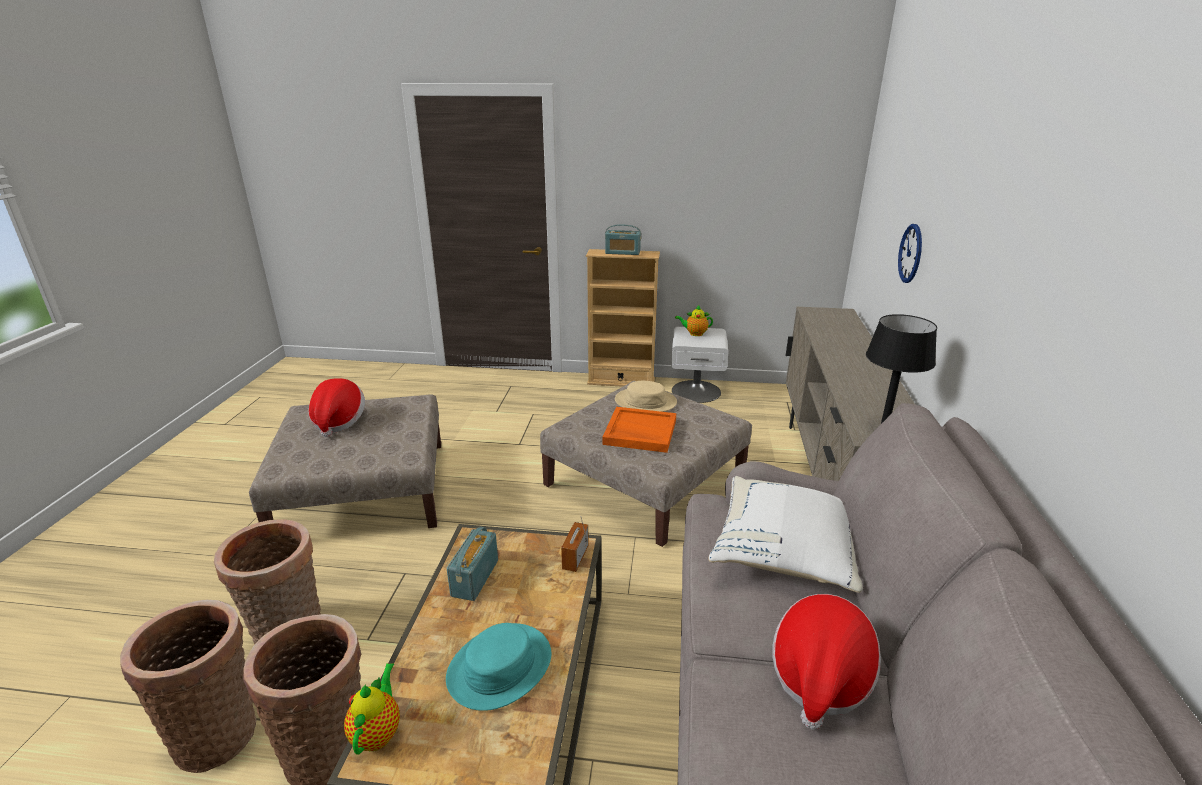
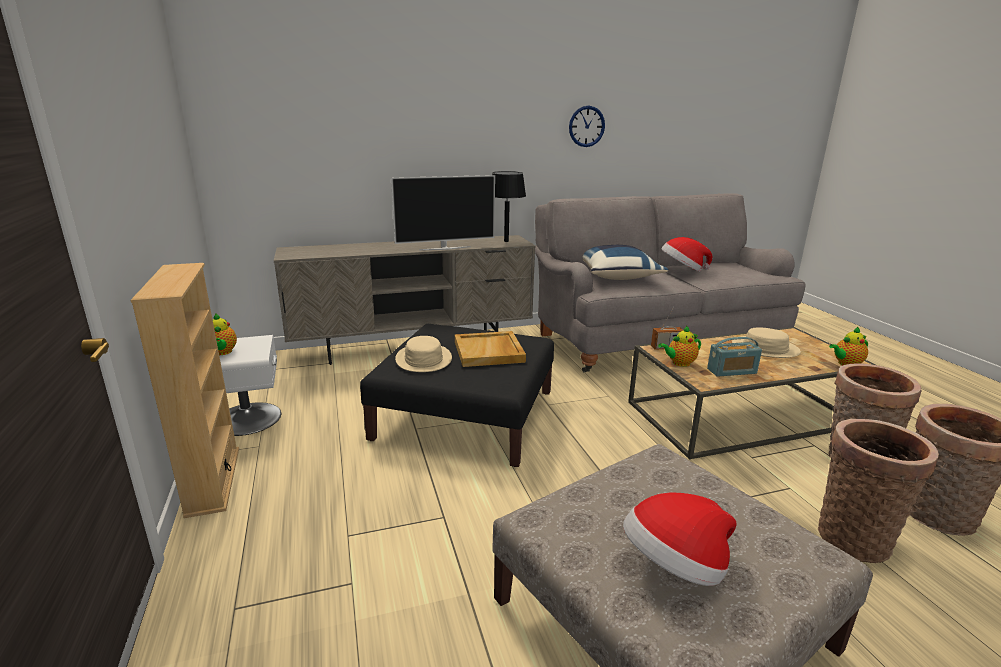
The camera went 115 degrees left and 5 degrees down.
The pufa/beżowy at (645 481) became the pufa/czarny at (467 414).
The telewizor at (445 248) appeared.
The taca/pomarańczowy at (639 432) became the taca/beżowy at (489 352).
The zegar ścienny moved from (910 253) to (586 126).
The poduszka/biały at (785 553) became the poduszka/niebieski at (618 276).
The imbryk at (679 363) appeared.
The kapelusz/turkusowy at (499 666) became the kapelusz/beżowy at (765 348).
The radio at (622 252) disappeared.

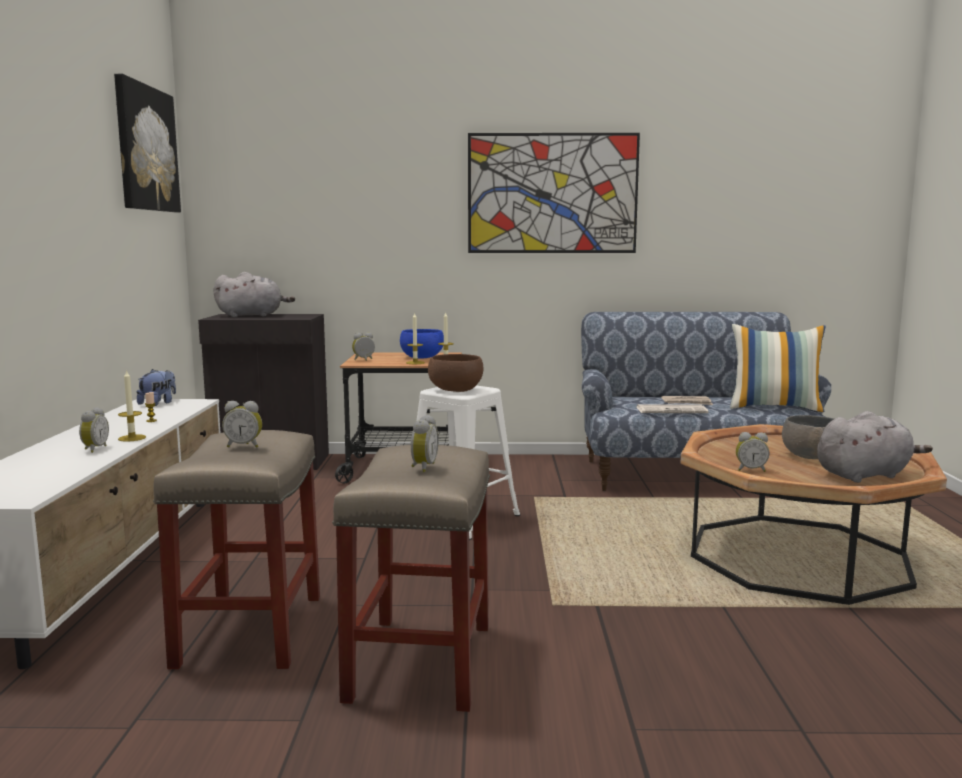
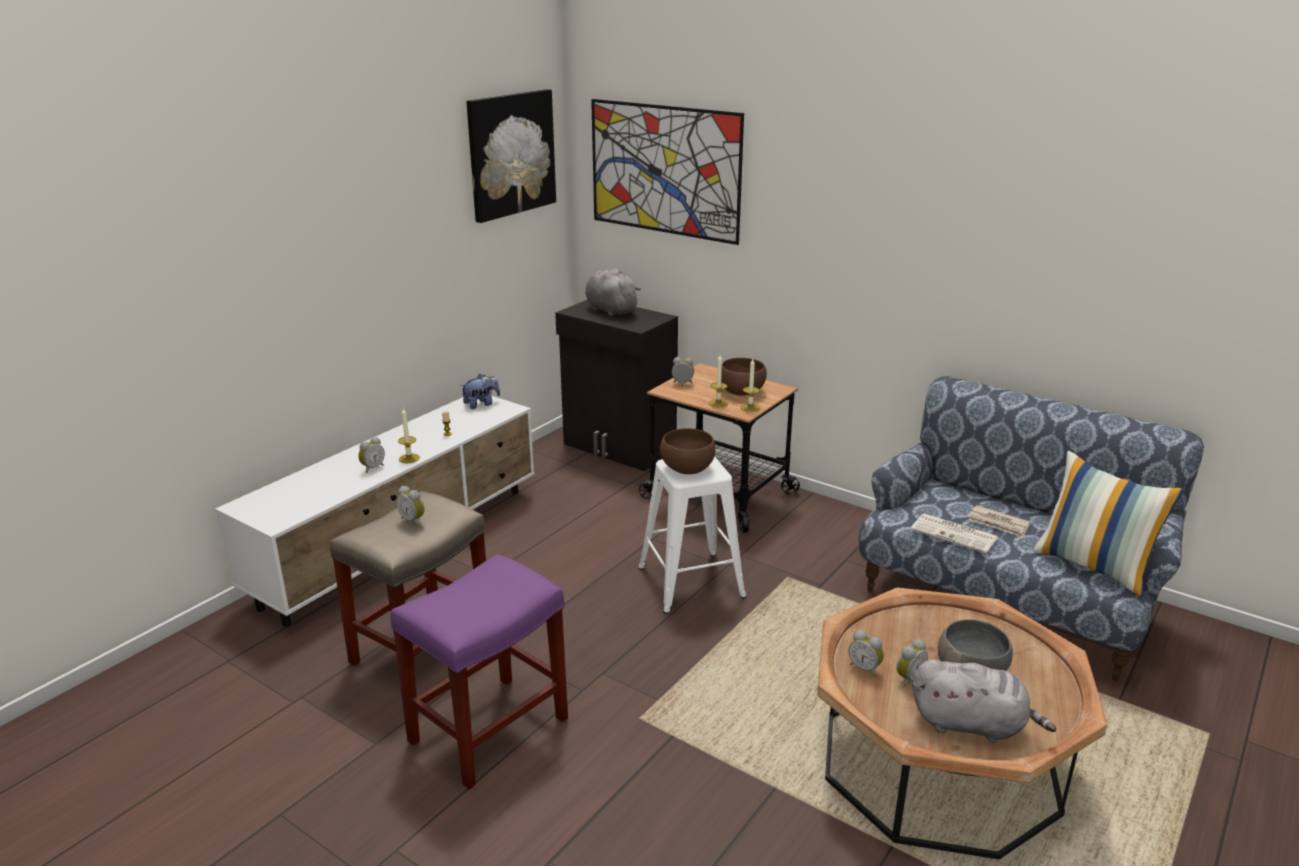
The camera went 35 degrees right and 15 degrees up.
The stołek/beżowy at (420 660) became the stołek/fioletowy at (490 728).
The pluszak/szary at (252 316) turned 150 degrees counterclockwise.
The obraz moved from (552 193) to (664 170).
The miska/niebieski at (422 357) became the miska/brązowy at (741 391).
The budzik moved from (422 467) to (907 678).

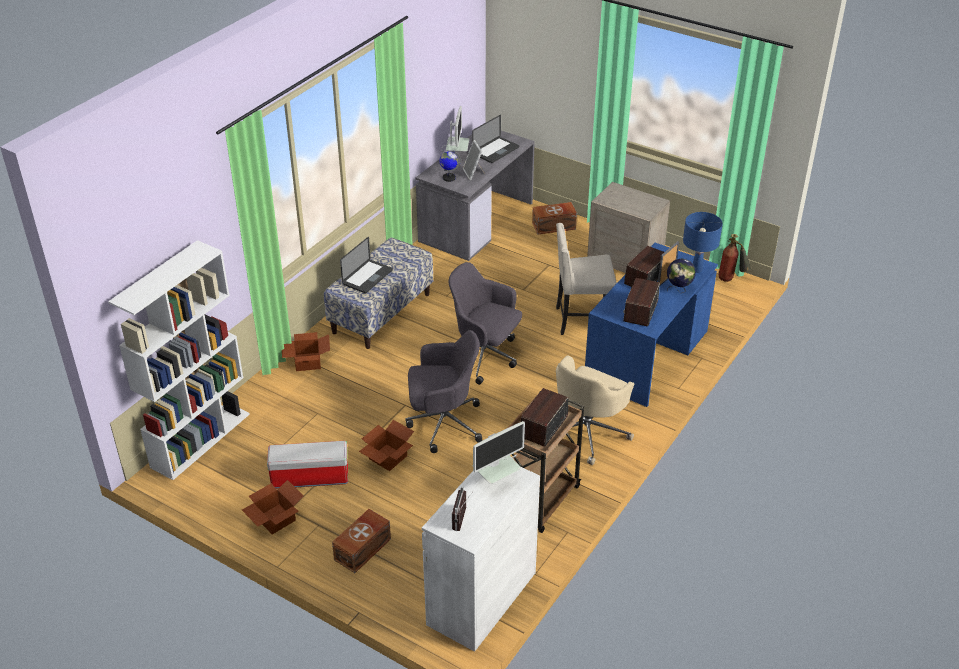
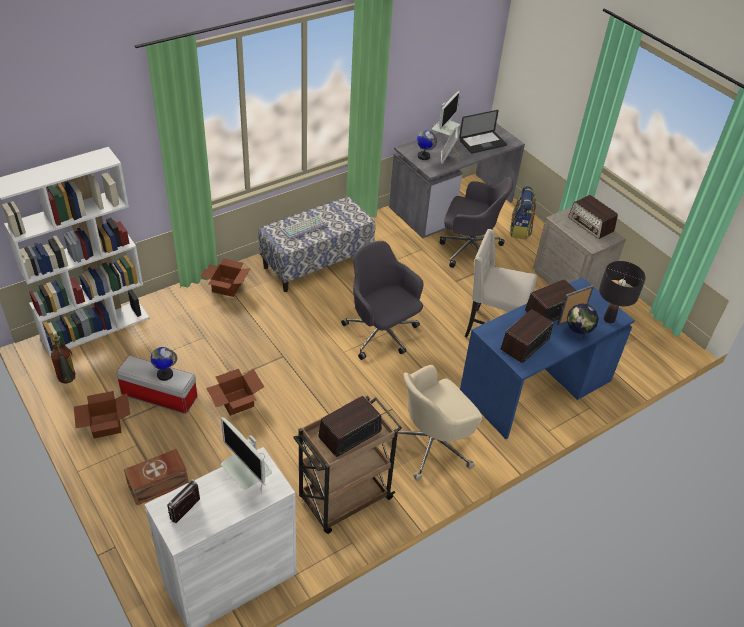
The camera went 20 degrees right and 5 degrees up.
The gaśnica moved from (731 280) to (69 383).
The globus at (165 374) appeared.
The monitor at (496 480) turned 60 degrees clockwise.
The laptop at (367 277) was replaced by the klawiatura at (304 227).
The krzesło biurowe/szary moved from (443 423) to (469 249).
The pojemnik do przechowywania/brązowy at (554 226) was replaced by the plecak at (520 230).
The radio at (591 225) appeared.
The lampa stołowa/niebieski at (697 269) became the lampa stołowa/czarny at (609 319).

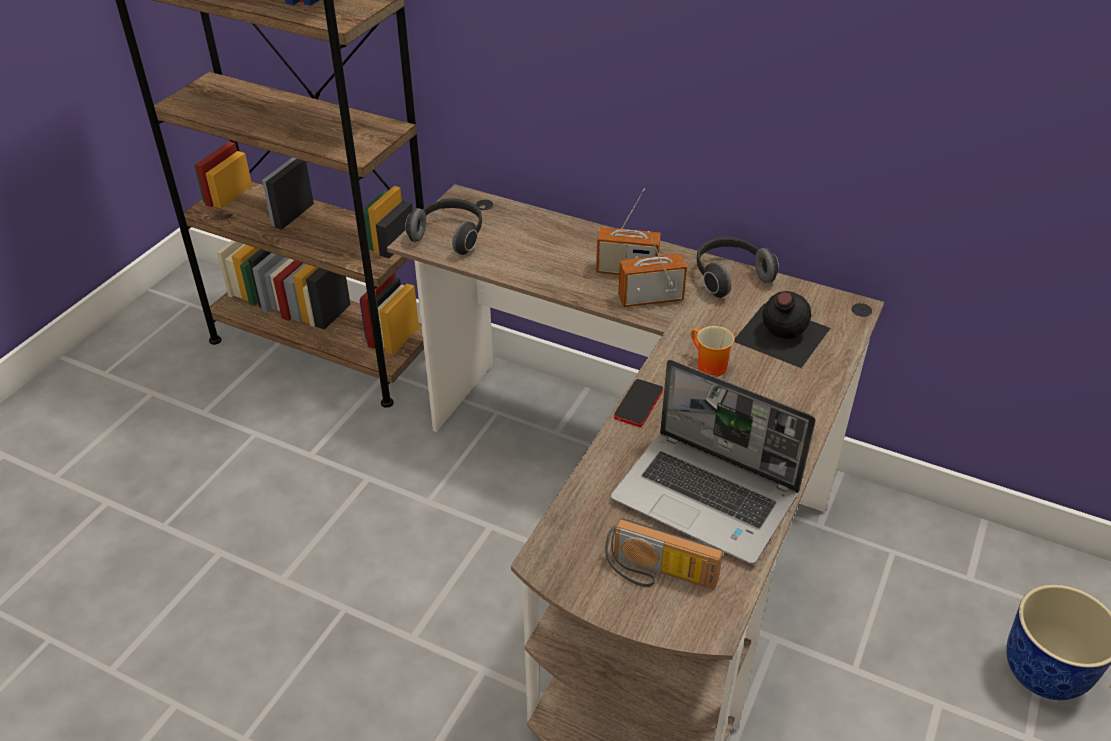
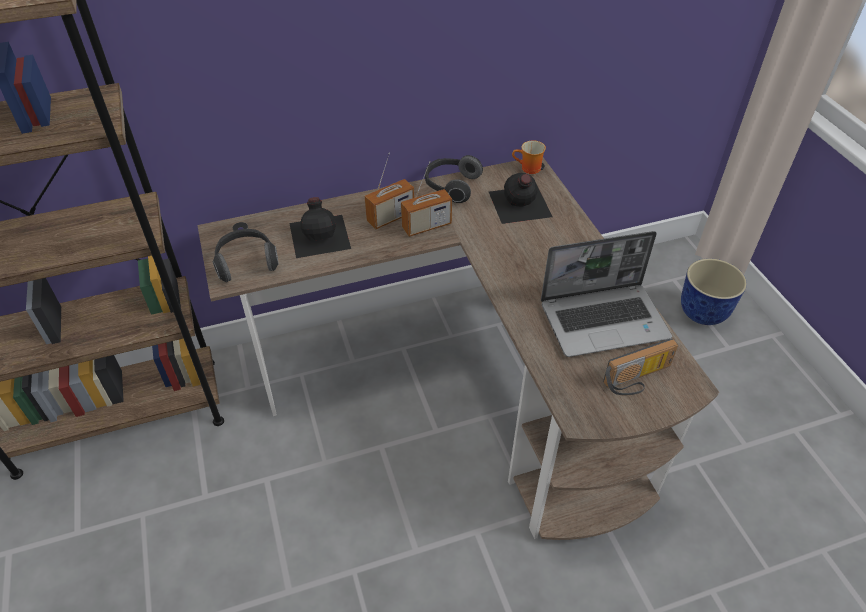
The camera went 45 degrees left and 5 degrees up.
The butelka/czarny at (320 235) appeared.
The radio at (650 298) turned 150 degrees counterclockwise.
The kubek moved from (707 366) to (528 169).
The telefon at (638 404) disappeared.

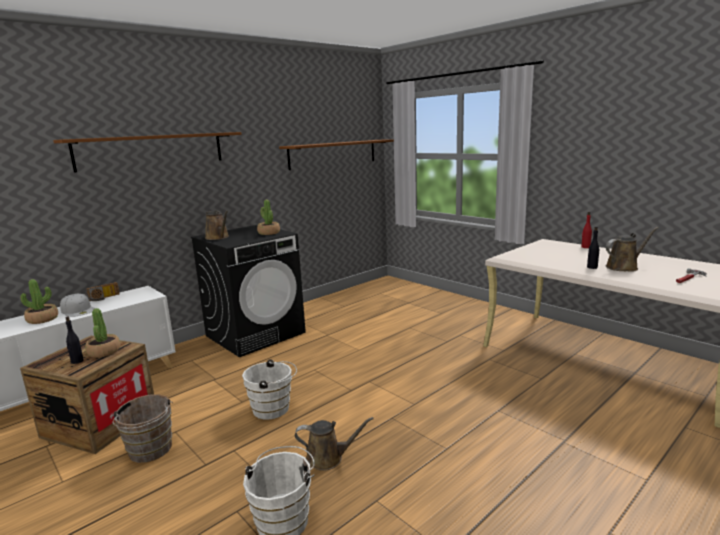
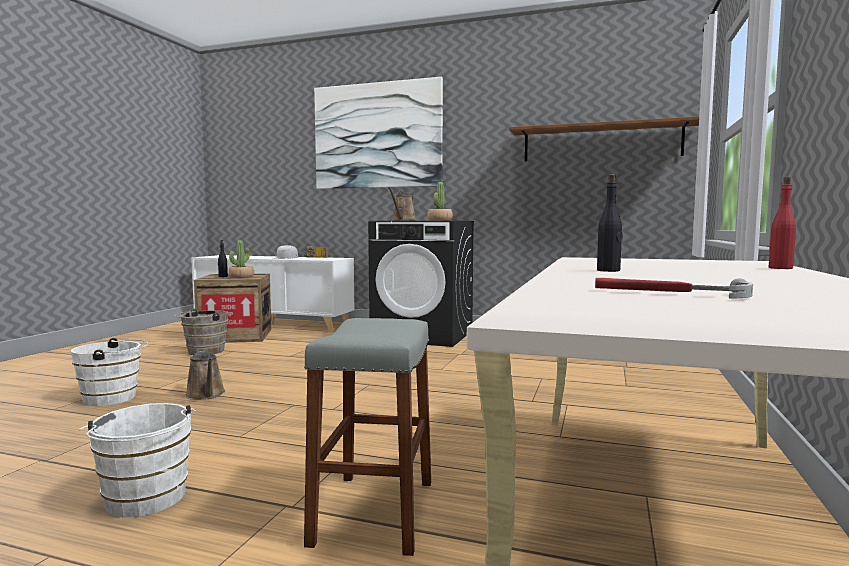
The camera went 60 degrees right and 10 degrees down.
The wiadro/biały moved from (274 409) to (145 501).
The stołek/szary at (374 511) appeared.
The półka/brązowy at (152 150) was replaced by the obraz at (377 136).
The roślina doniczkowa at (42 319) disappeared.
The konewka/brązowy at (624 267) disappeared.

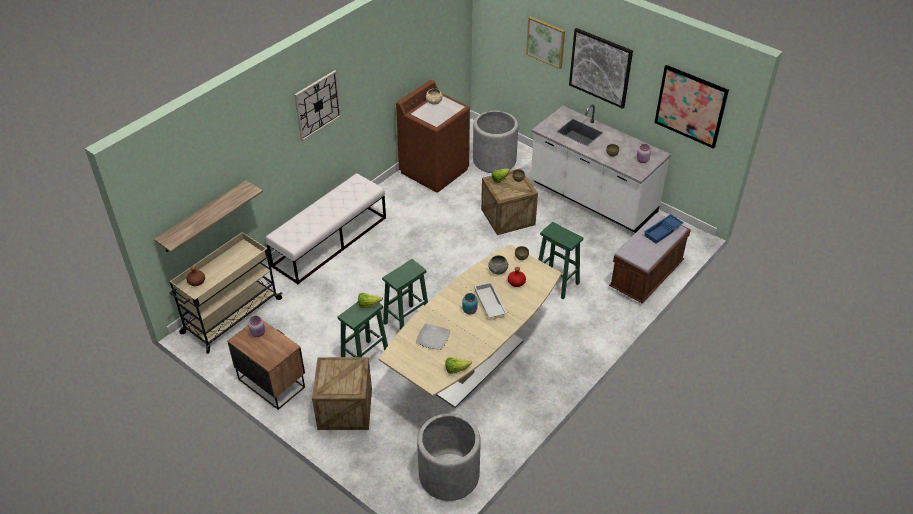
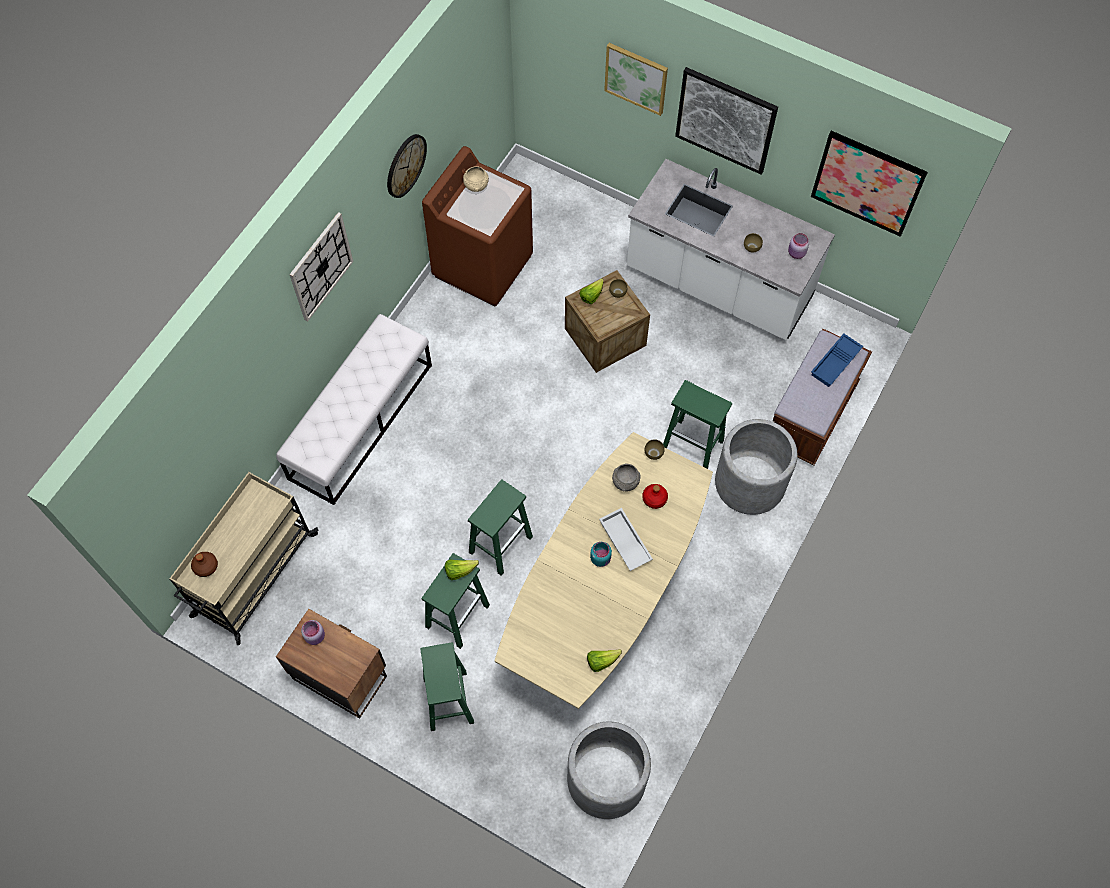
The camera went 10 degrees left and 20 degrees up.
The zegar ścienny at (405 165) appeared.
The skrzynka at (345 409) was replaced by the stołek/zielony at (449 701).
The donica/szary moved from (494 160) to (750 483).
The półka at (203 217) disappeared.
The talerz at (433 337) disappeared.

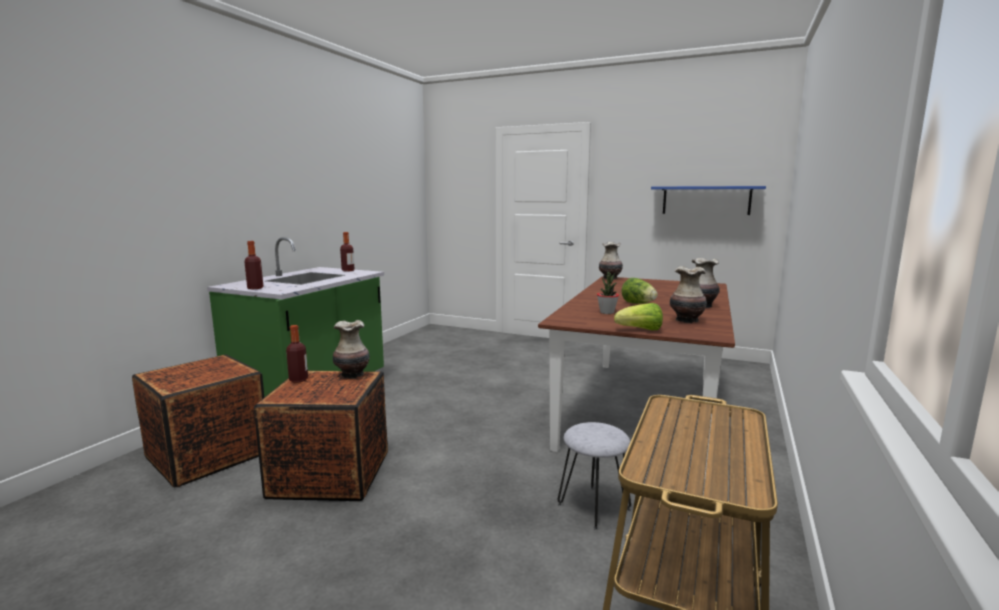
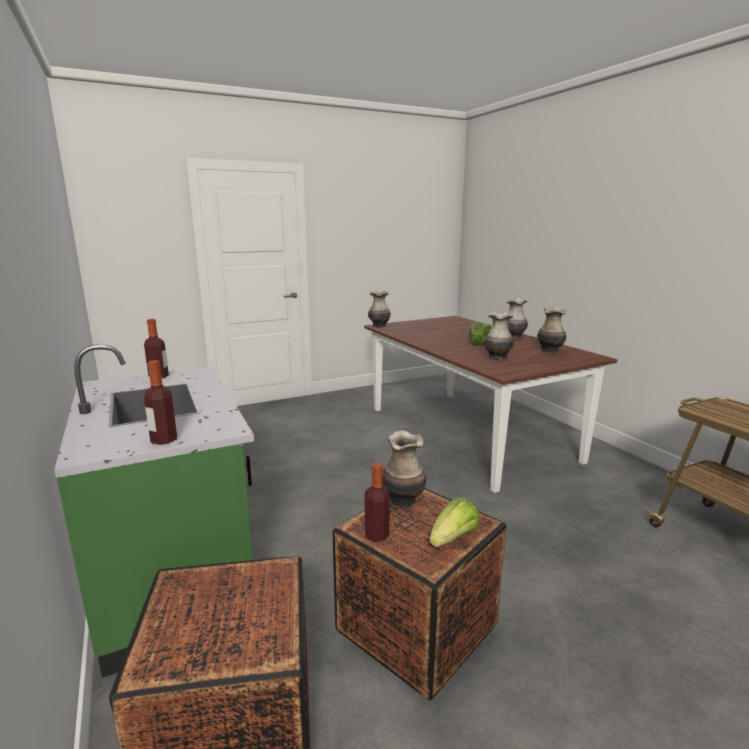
The camera went 50 degrees left and 5 degrees up.
The sałata moved from (640 330) to (453 538).
The roślina doniczkowa at (607 312) was replaced by the wazon at (498 357).
The stołek/szary at (593 507) disappeared.
The półka/niebieski at (706 200) disappeared.

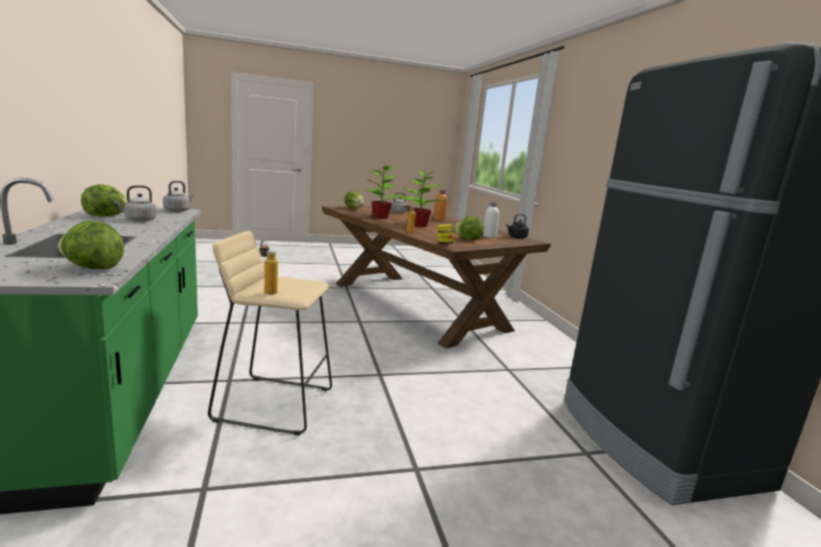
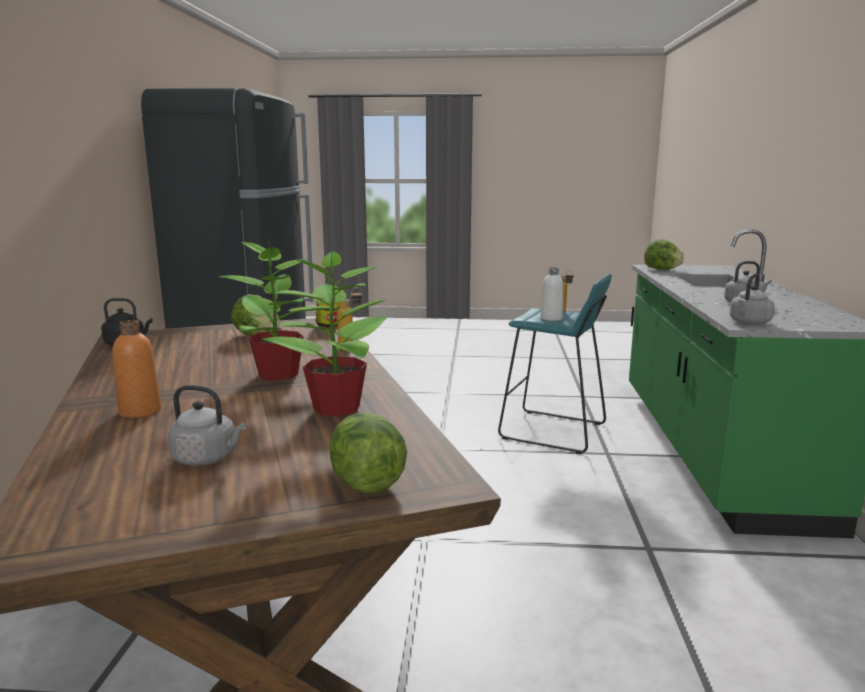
The camera went 160 degrees left and 0 degrees up.
The stołek/beżowy at (273 403) became the stołek/turkusowy at (553 431).
The butelka/biały moved from (489 236) to (551 318).
The sałata at (106 216) disappeared.

